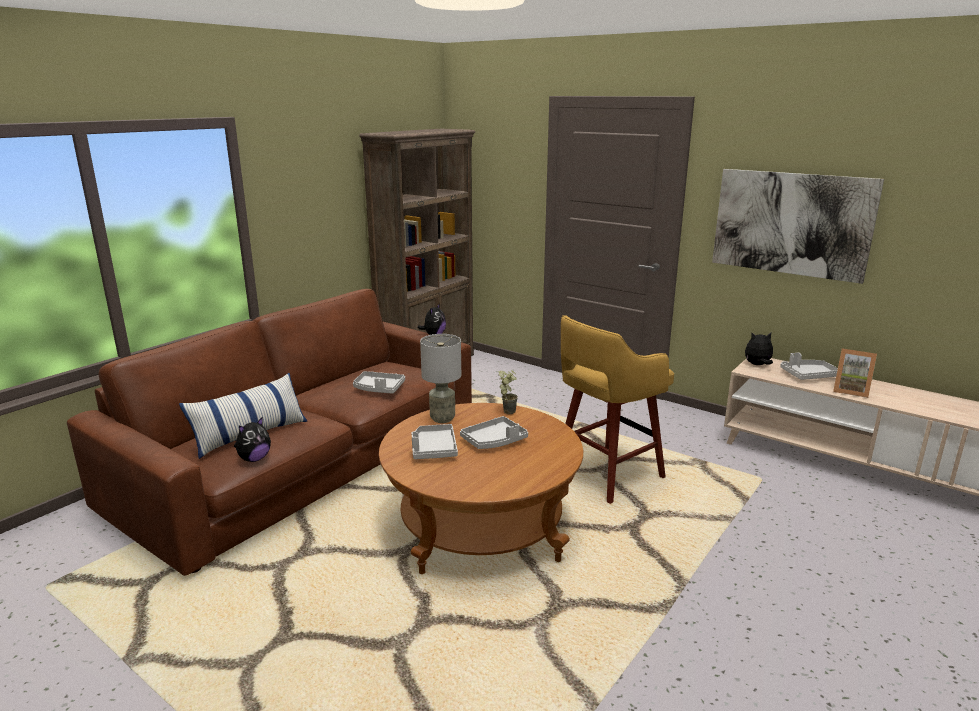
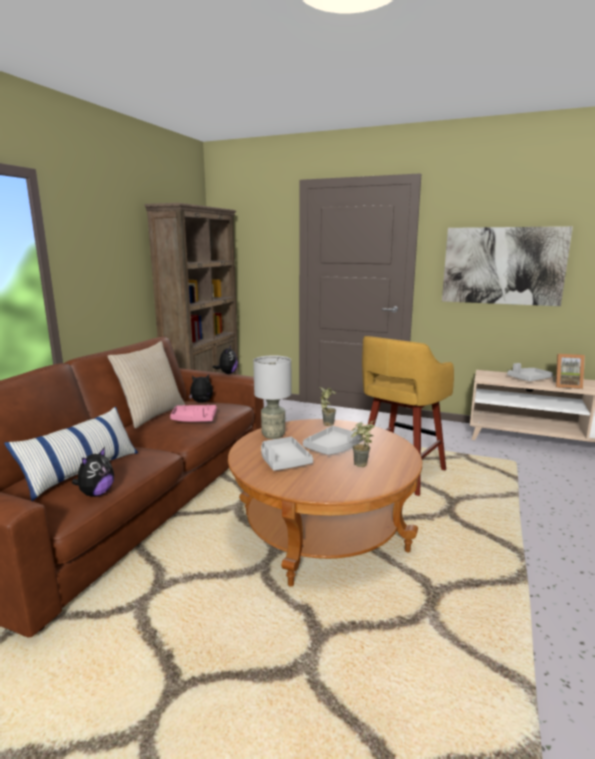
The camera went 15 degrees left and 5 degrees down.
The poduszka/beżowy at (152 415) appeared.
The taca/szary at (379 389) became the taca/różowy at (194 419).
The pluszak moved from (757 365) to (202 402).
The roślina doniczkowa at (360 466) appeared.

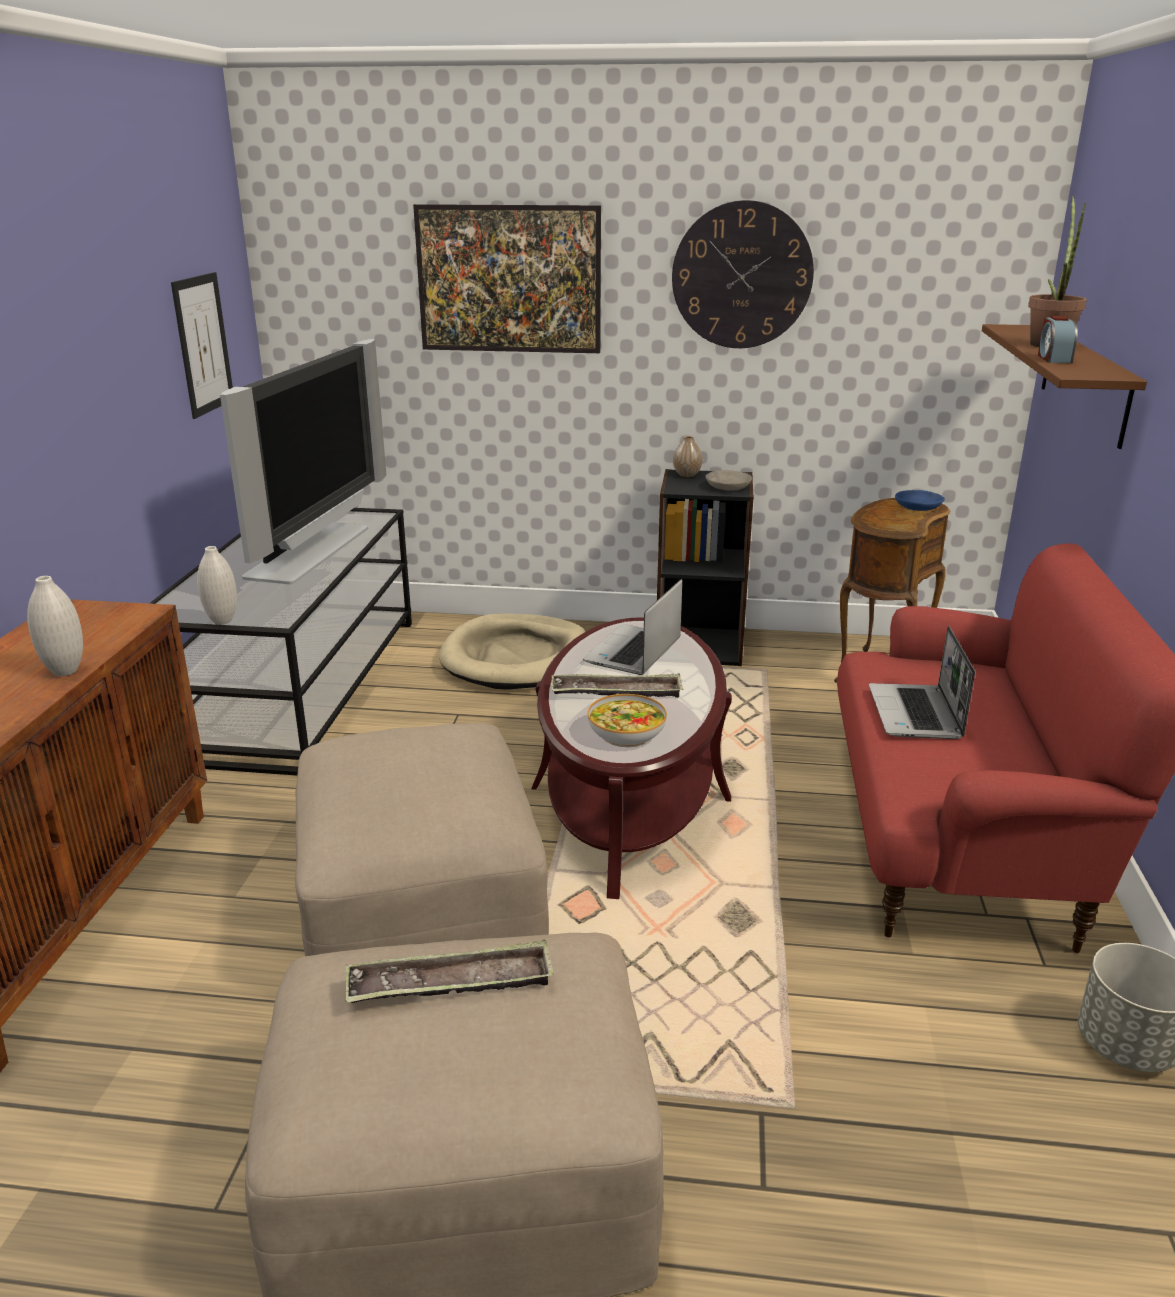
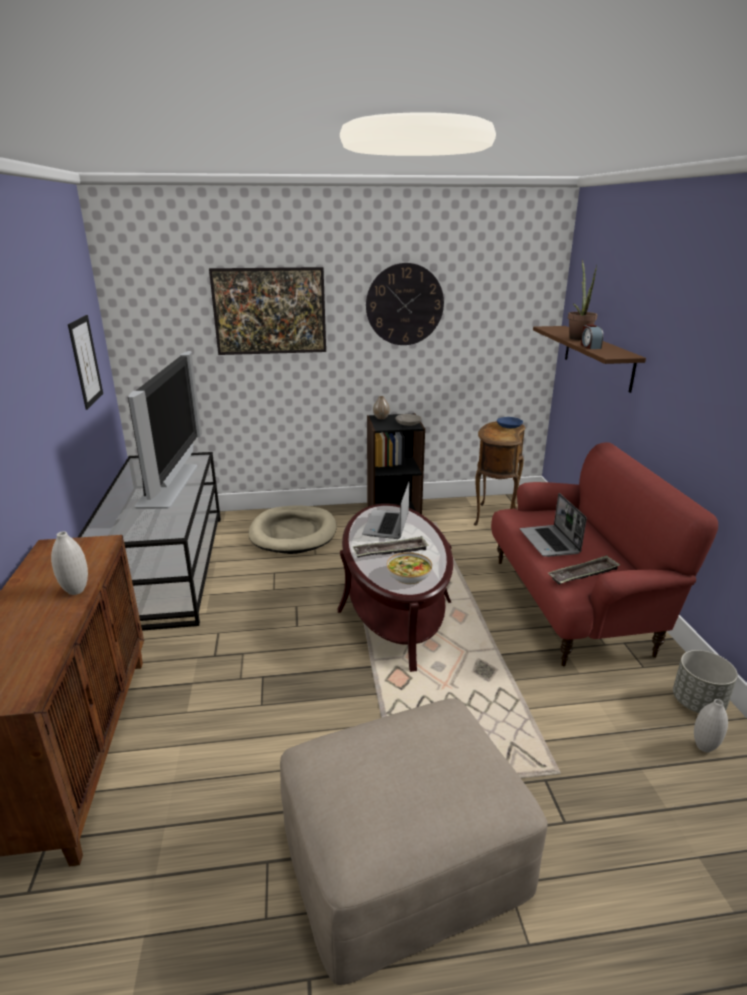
The camera went 15 degrees left and 0 degrees up.
The taca moved from (451 983) to (583 574).
The wazon/biały moved from (222 621) to (704 747).
The pufa/beżowy at (420 906) disappeared.

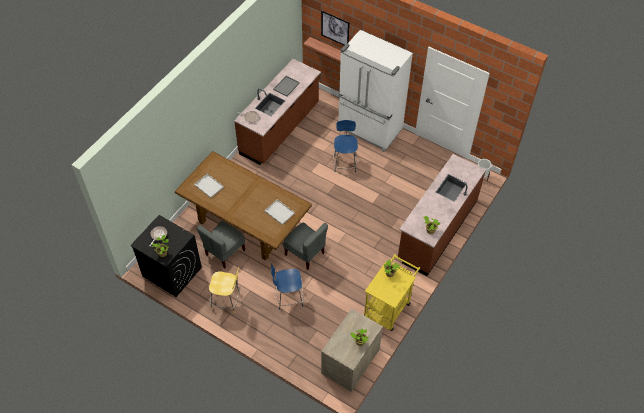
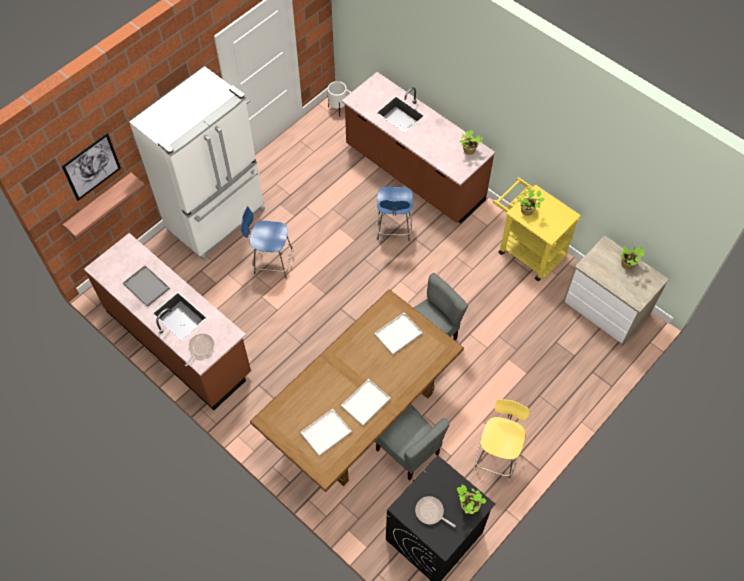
The camera went 80 degrees left and 5 degrees up.
The taca/biały at (365 403) appeared.
The stołek/niebieski moved from (288 297) to (393 228).

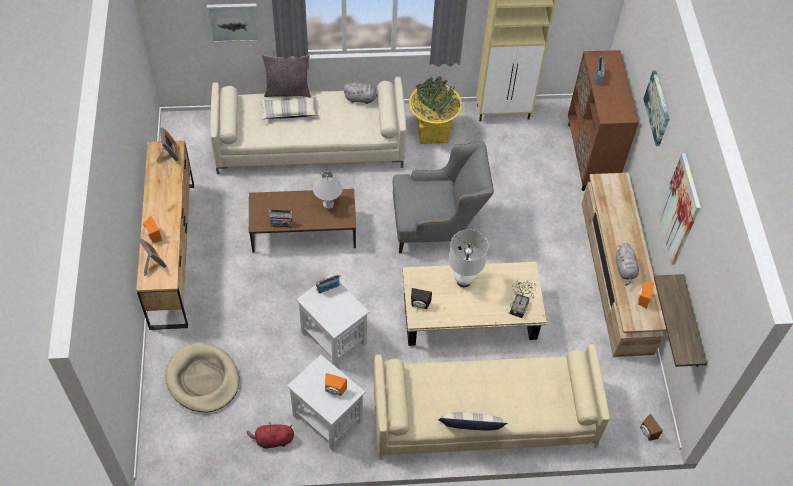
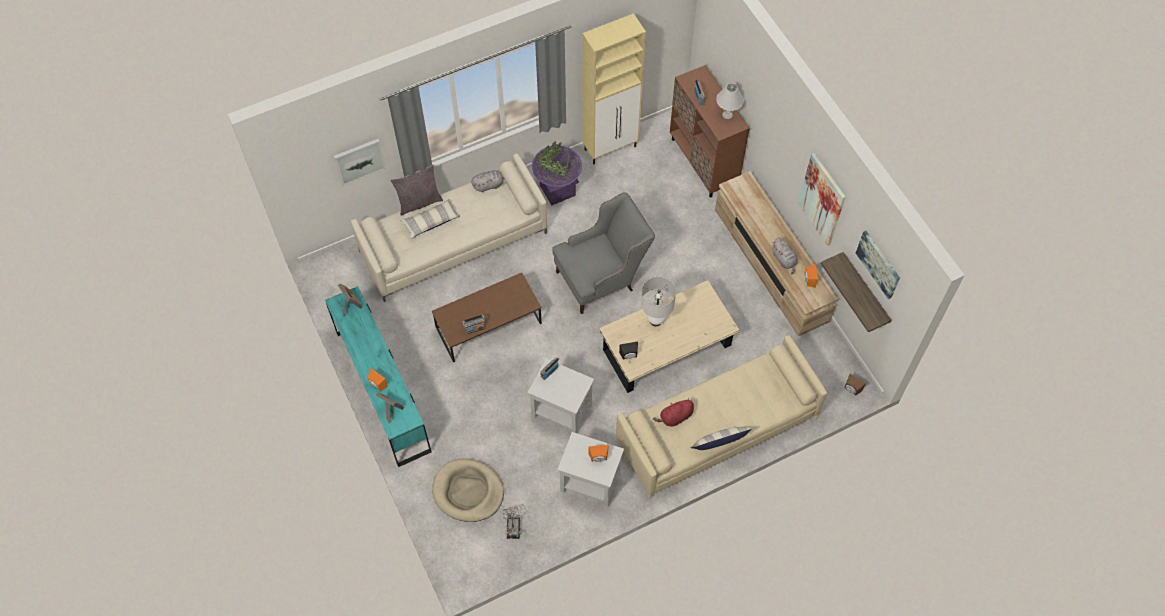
The camera went 20 degrees left and 5 degrees up.
The komoda/brązowy at (173 254) became the komoda/turkusowy at (383 391).
The roślina doniczkowa moved from (520 305) to (513 526).
The donica/żółty at (432 132) became the donica/fioletowy at (557 190).
The pluszak/czerwony moved from (273 440) to (675 417).
The lampa stołowa/biały moved from (328 204) to (727 115).
The obraz moved from (657 108) to (878 264).

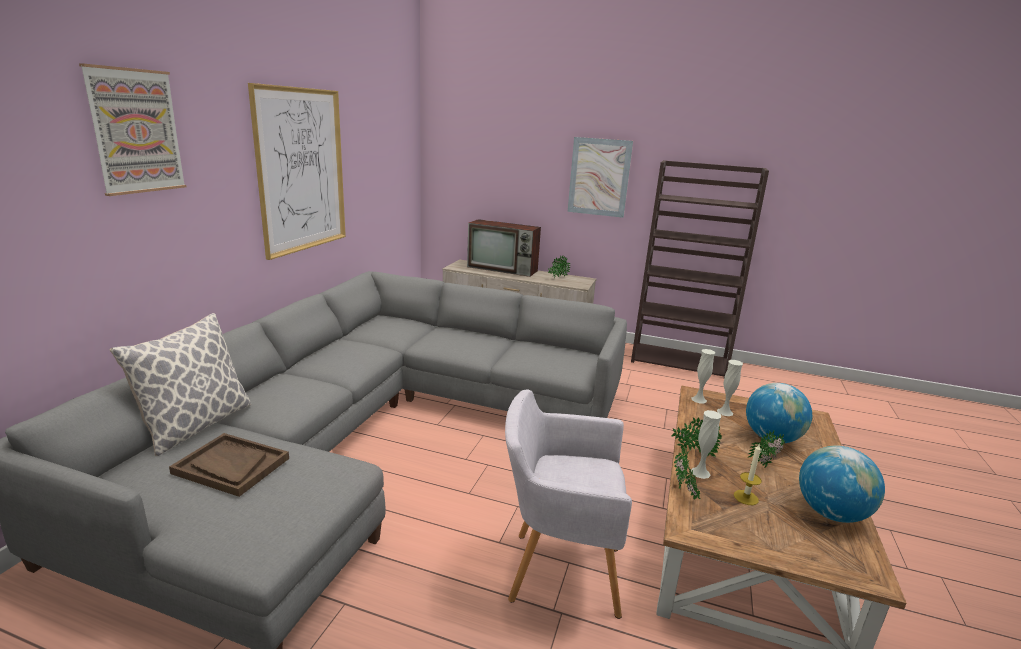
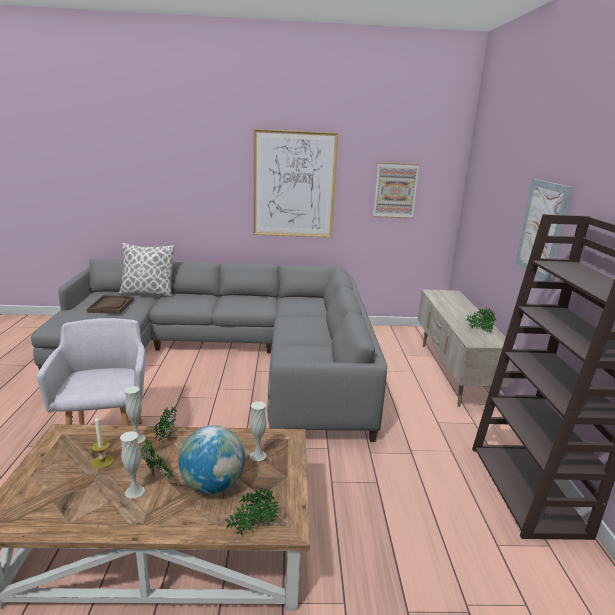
The camera went 70 degrees right and 0 degrees up.
The wazon/biały moved from (699 399) to (134 491).
The roślina doniczkowa moved from (683 493) to (252 528).
The obraz moved from (136 131) to (395 190).
The telewizor at (503 269) disappeared.
The globus at (830 513) disappeared.

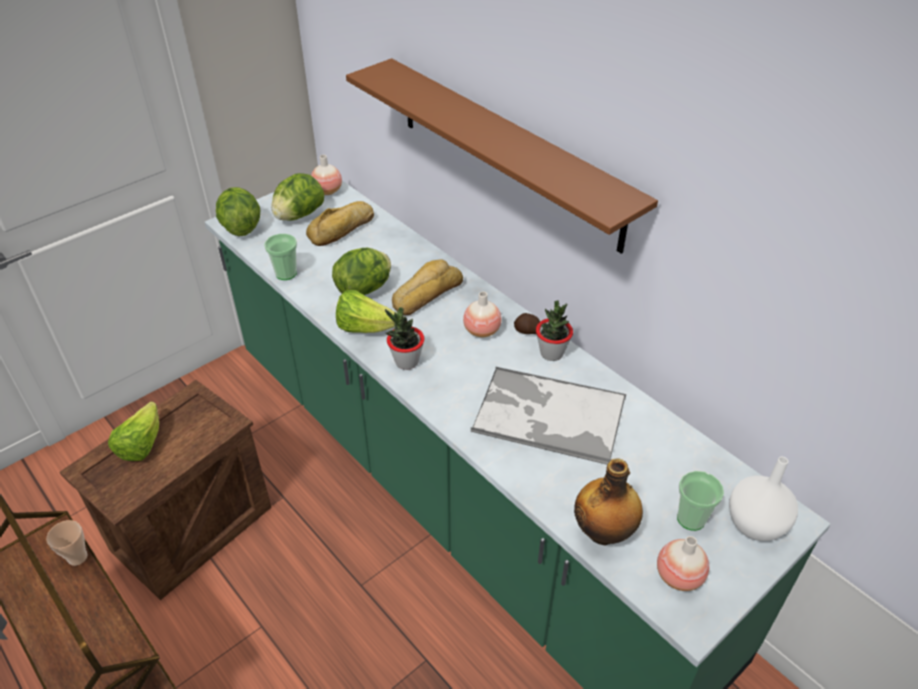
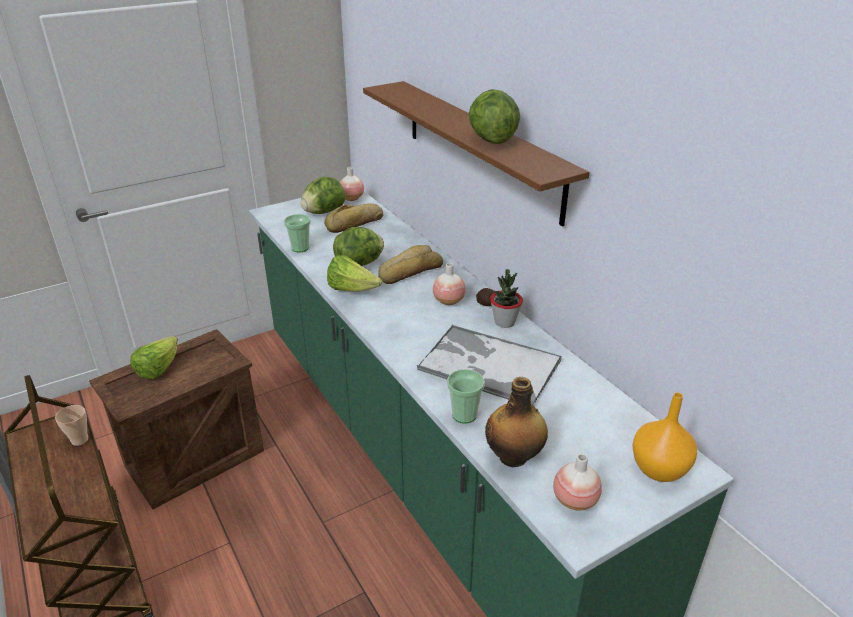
The camera went 10 degrees right and 10 degrees down.
The filiżanka moved from (691 518) to (464 415).
The sałata moved from (240 227) to (491 139).
The wazon/biały at (753 525) became the wazon/pomarańczowy at (657 469).
The roślina doniczkowa at (406 362) disappeared.

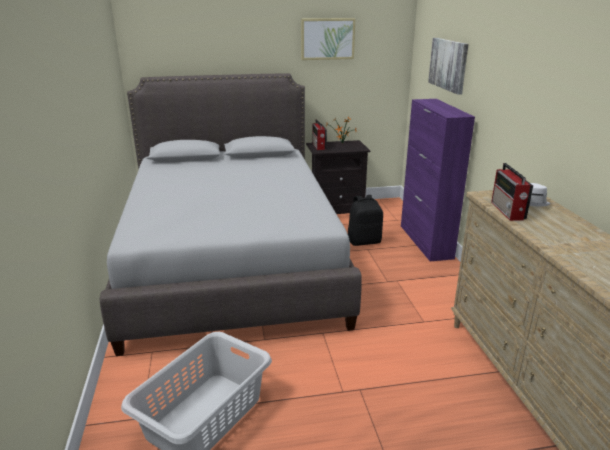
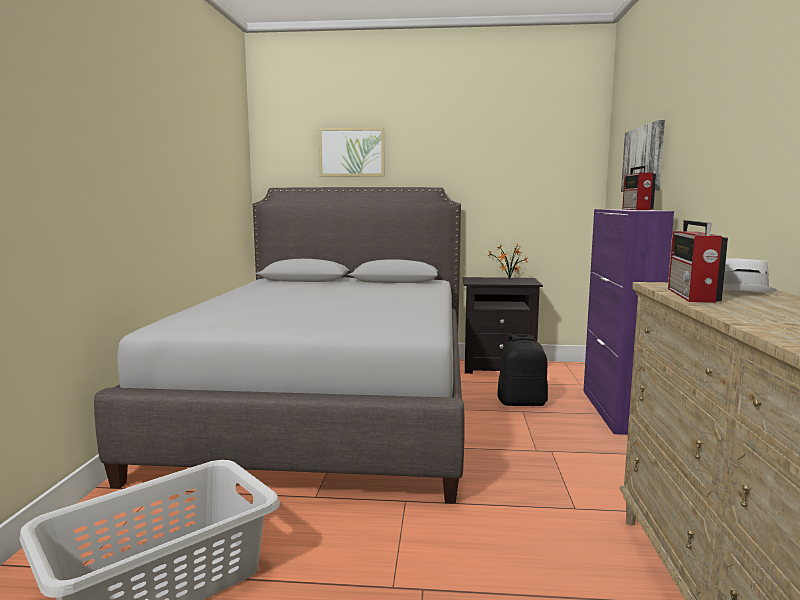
The camera went 15 degrees right and 15 degrees down.
The obraz moved from (327 39) to (352 152).
The radio moved from (319 146) to (637 209).

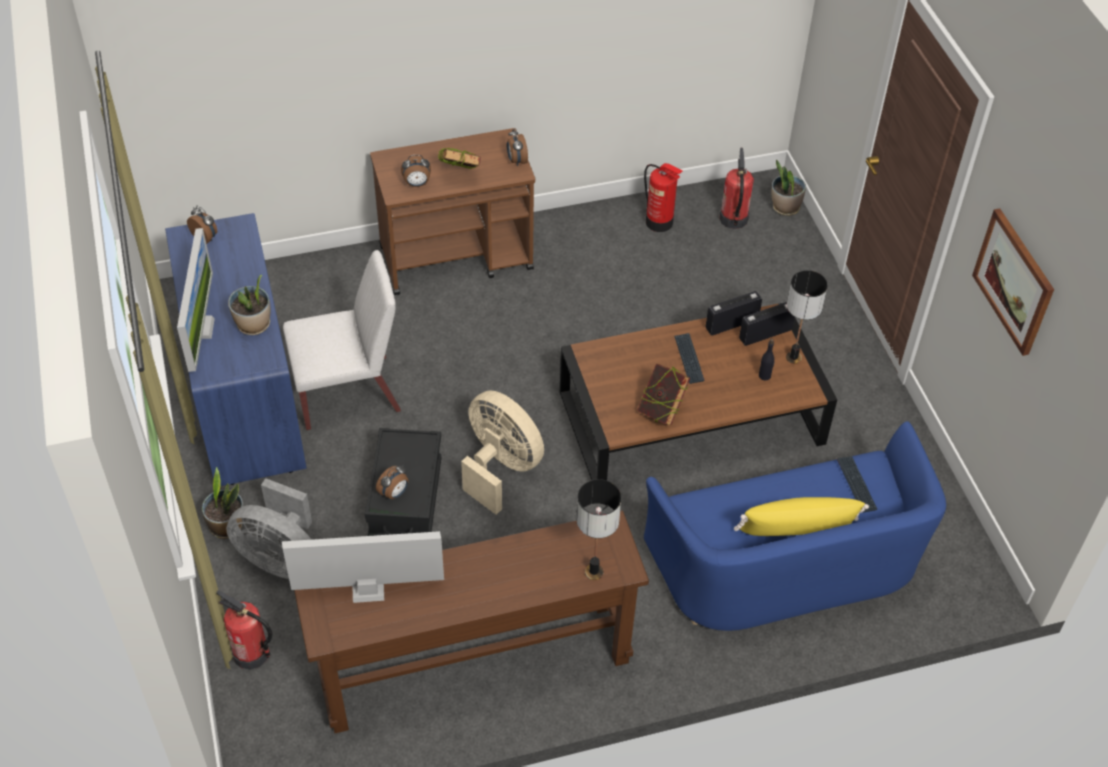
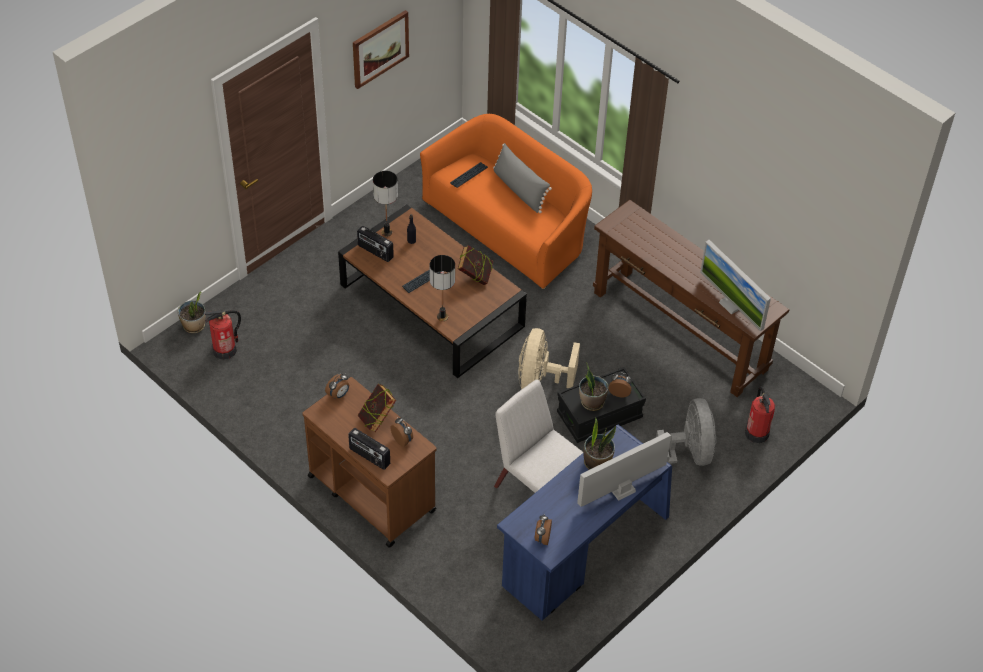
The camera went 120 degrees left and 0 degrees up.
The radio moved from (731 323) to (369 457).
The kanapa/niebieski at (788 564) became the kanapa/pomarańczowy at (509 226).
The lampa stołowa moved from (594 572) to (442 317).
The poduszka/żółty at (796 529) became the poduszka/szary at (519 190).
The roślina doniczkowa moved from (227 526) to (592 402).
The gaśnica at (659 222) disappeared.

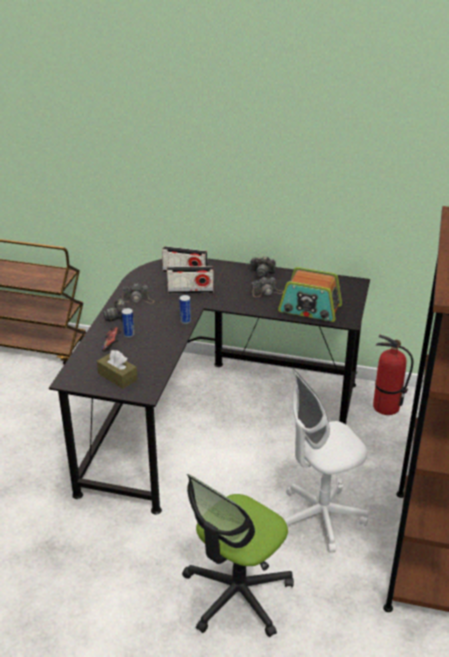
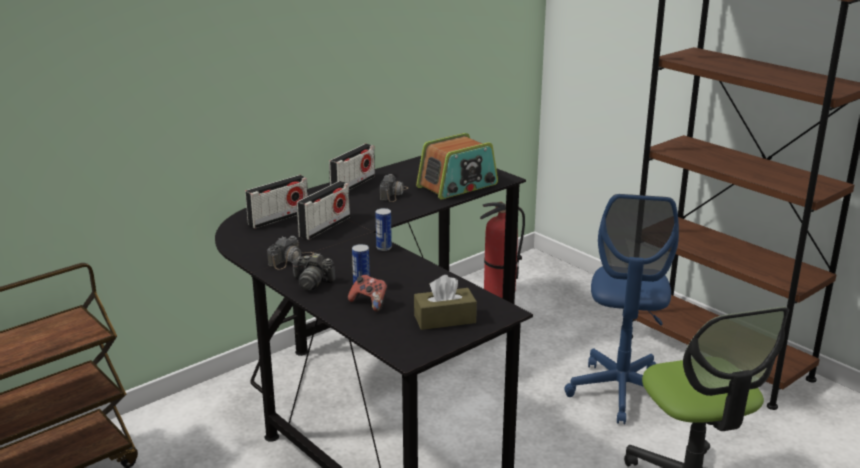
The camera went 55 degrees left and 10 degrees down.
The aparat fotograficzny at (262 273) was replaced by the radio at (353 184).
The krzesło biurowe/biały at (320 518) became the krzesło biurowe/niebieski at (621 392).

